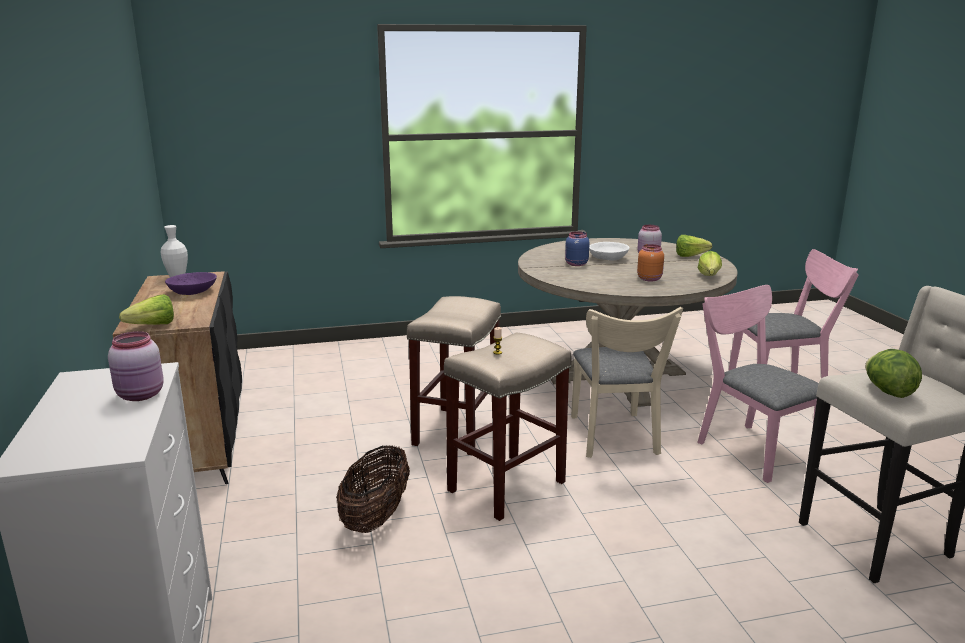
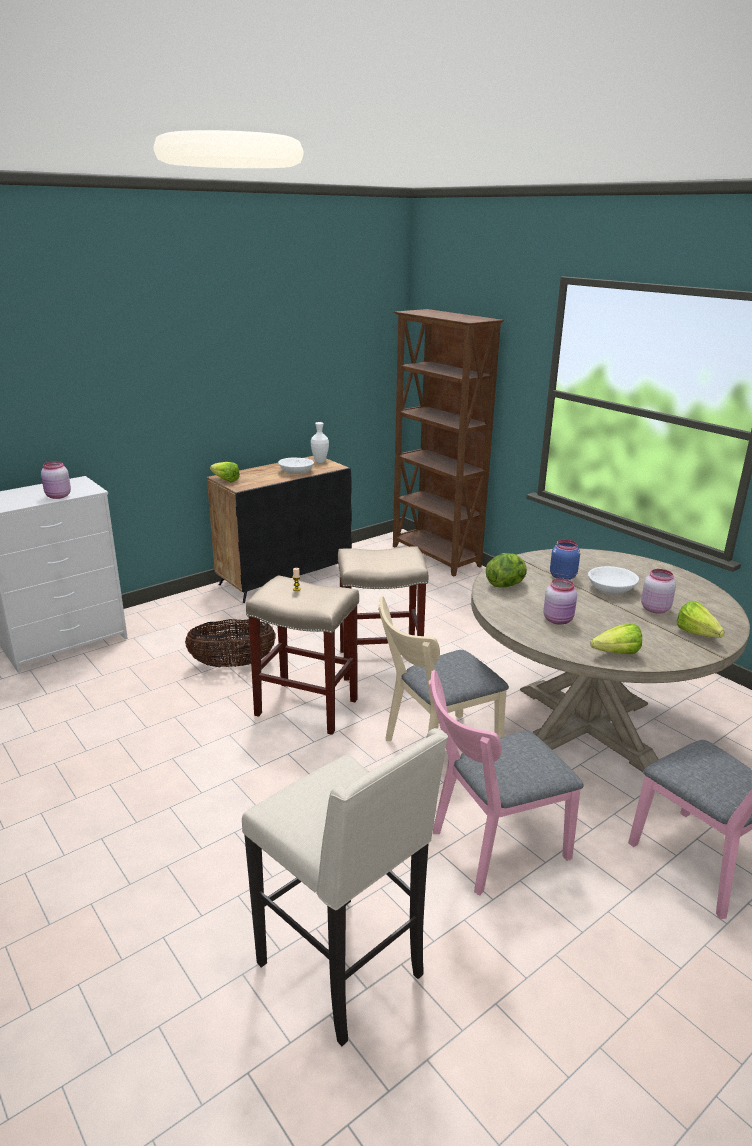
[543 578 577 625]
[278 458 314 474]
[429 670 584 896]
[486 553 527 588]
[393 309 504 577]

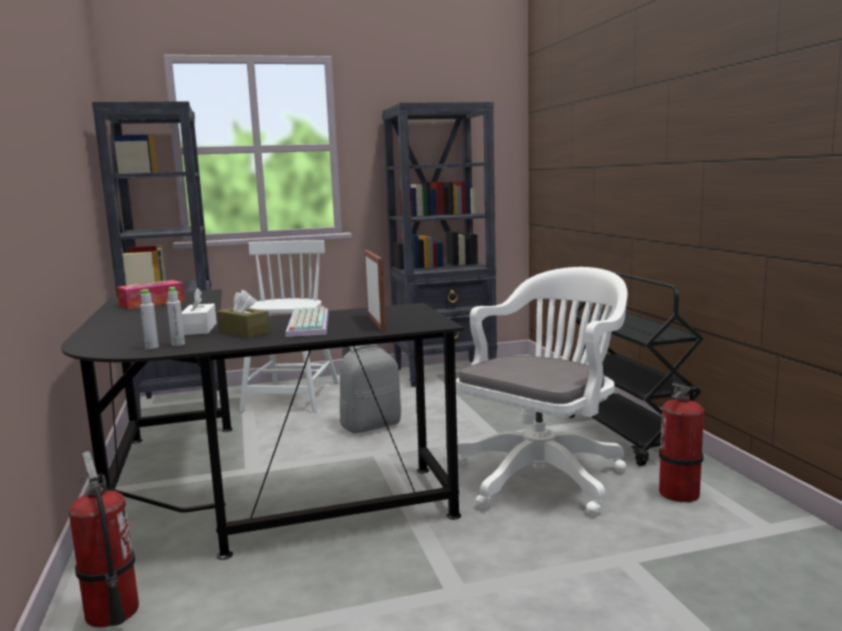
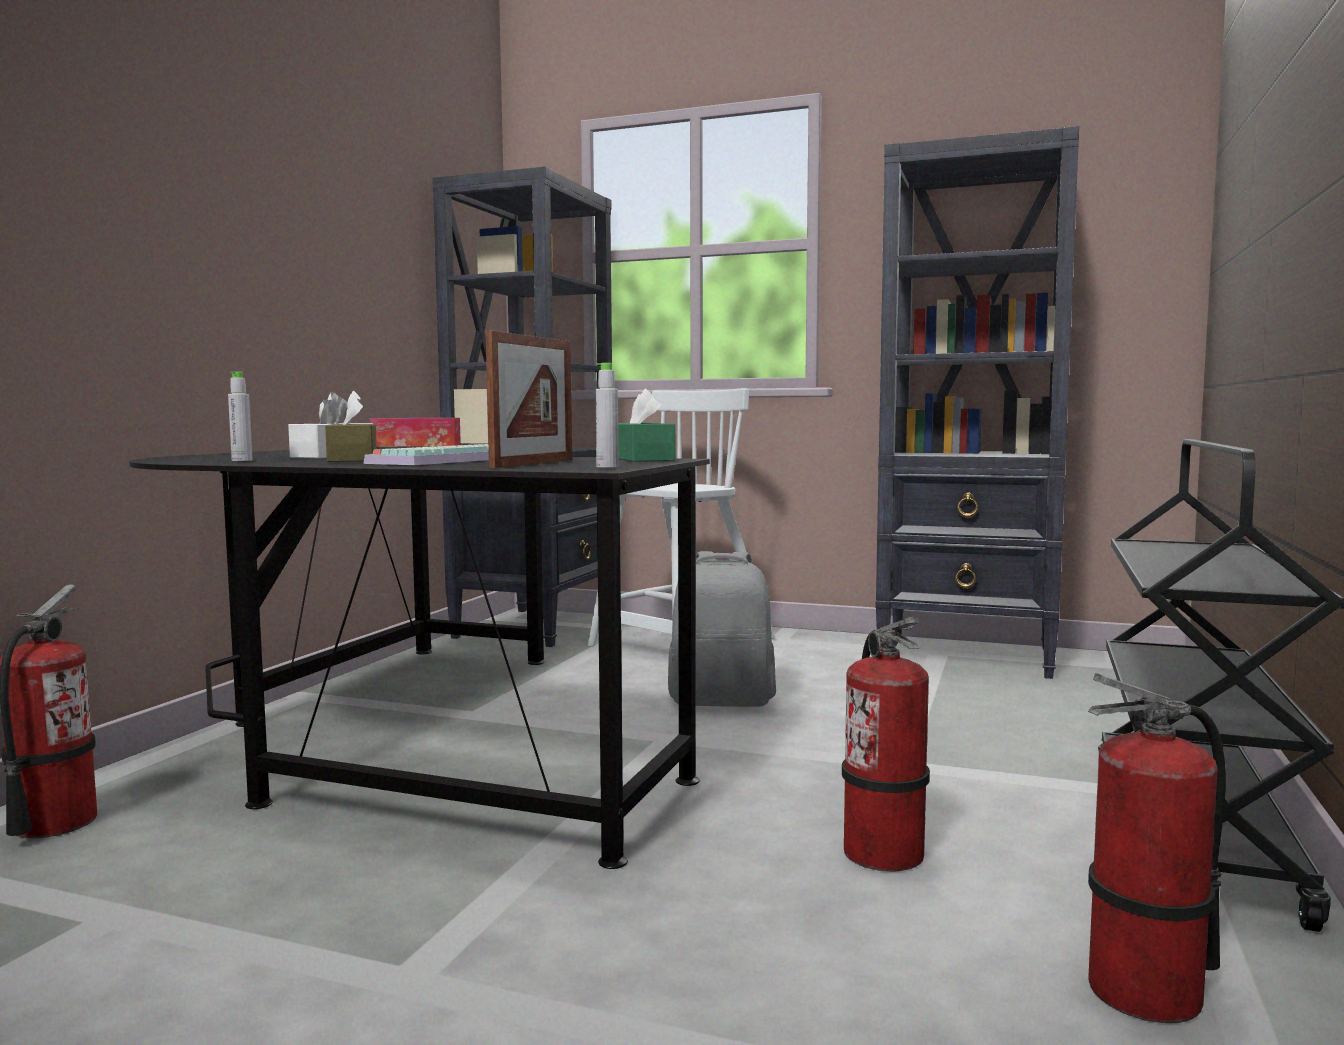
[842 617 930 872]
[595 363 619 468]
[618 389 675 462]

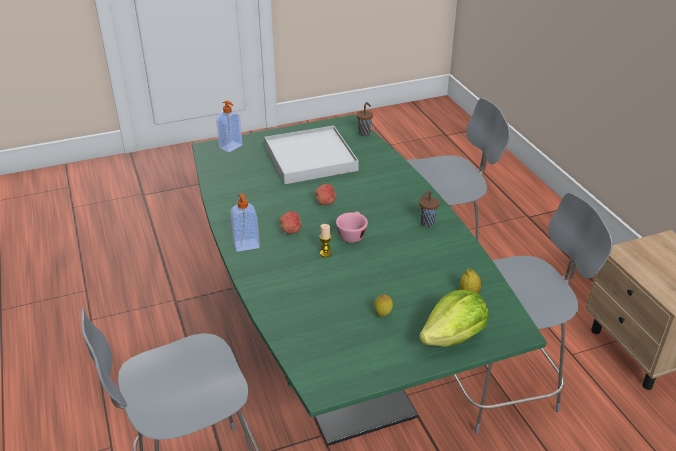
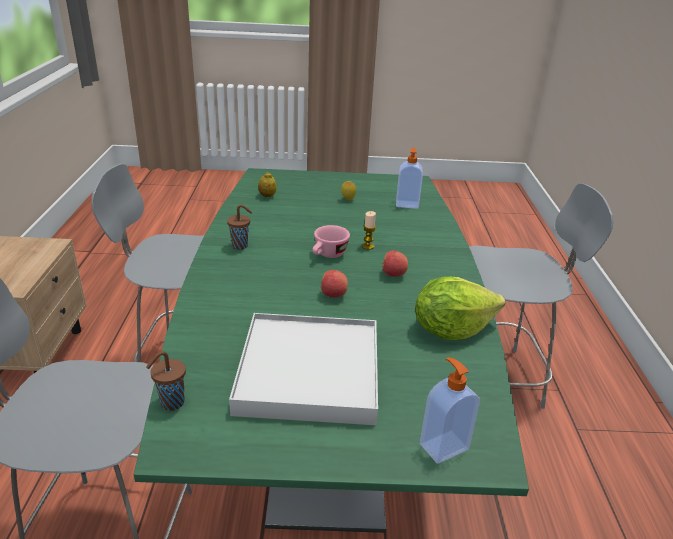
[396 148 423 209]
[415 277 505 340]

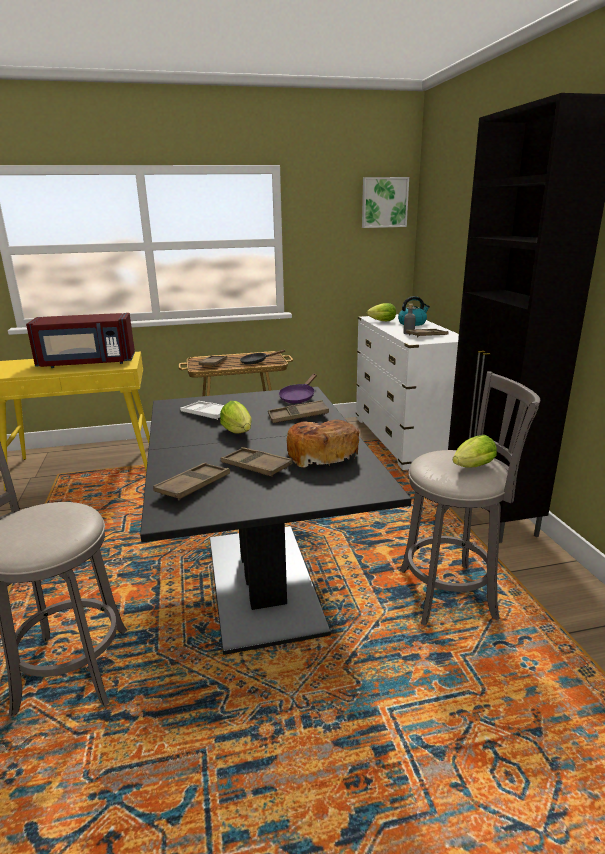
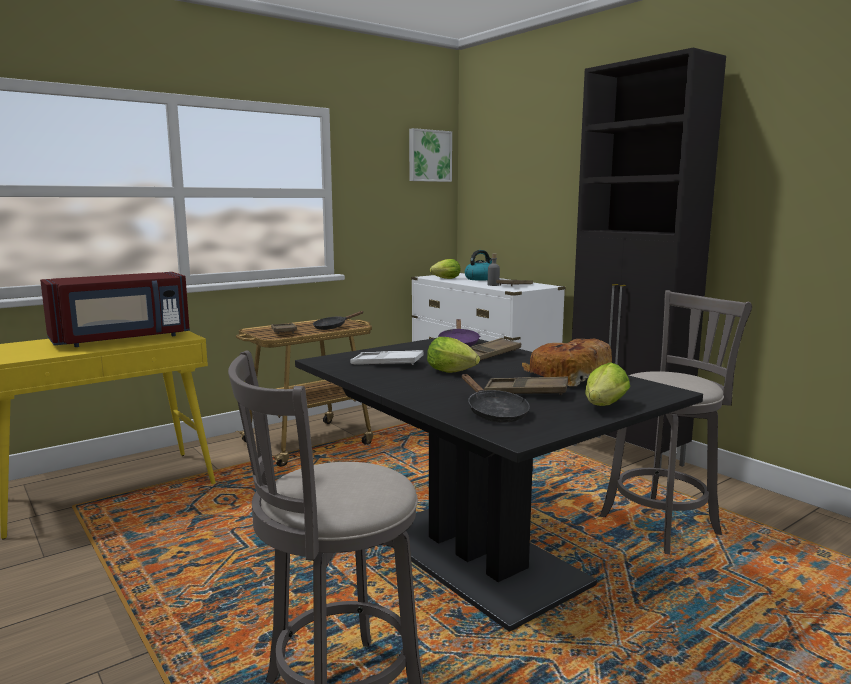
[585 362 630 406]
[462 374 530 423]

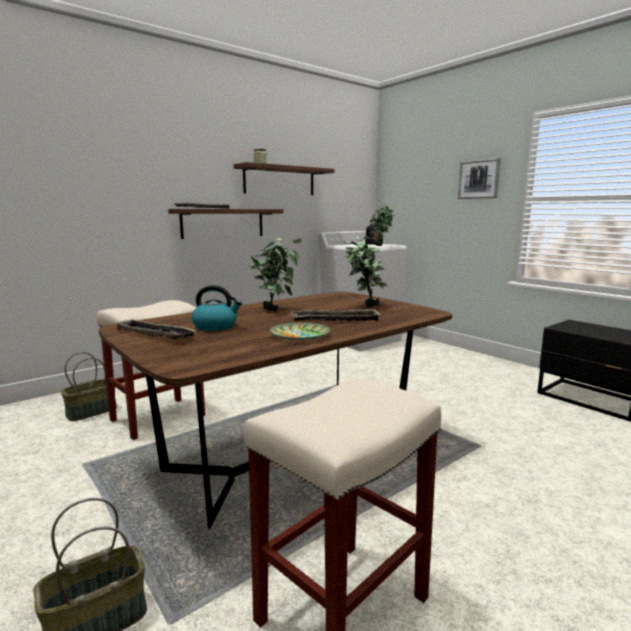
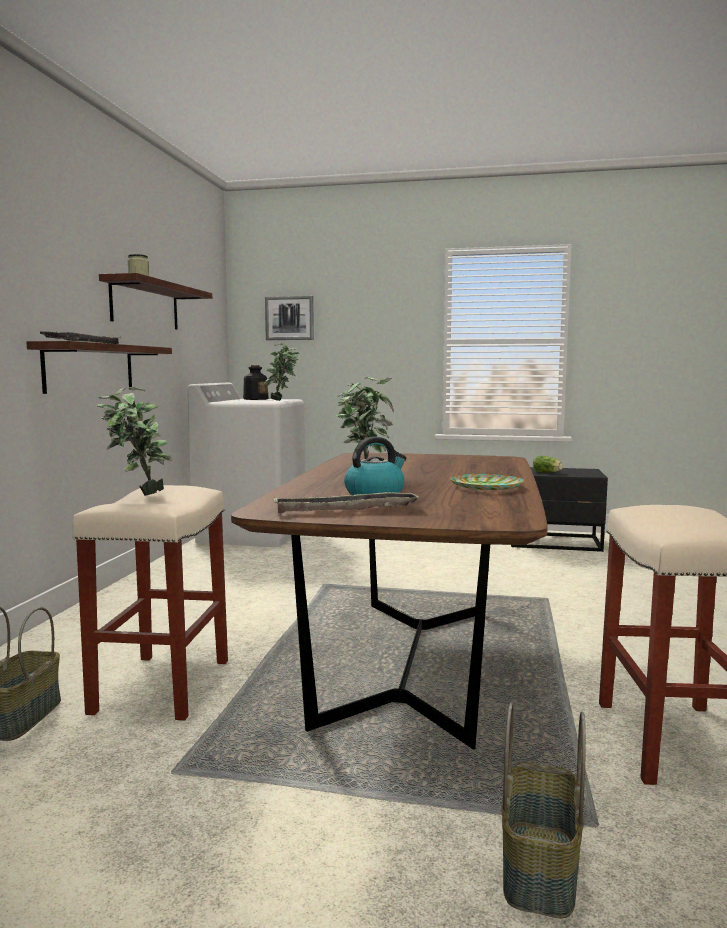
[265 296 314 340]
[97 387 173 495]
[292 309 381 321] (first image)
[533 456 563 473]

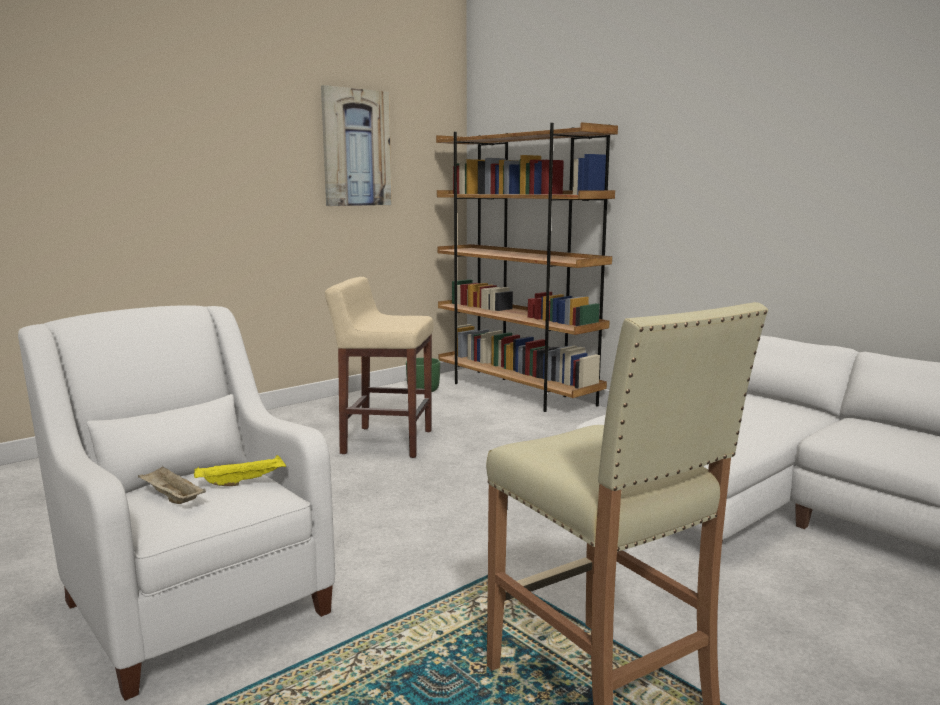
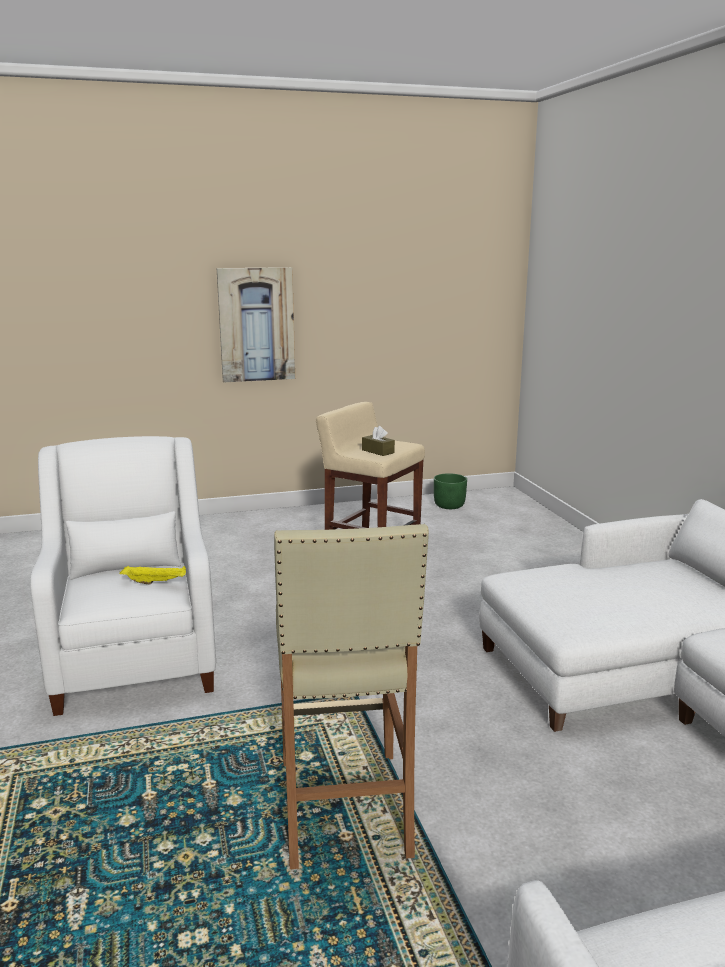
[217 267 295 383]
[436 122 618 412] (first image)
[138 466 206 504] (first image)
[362 426 395 456]

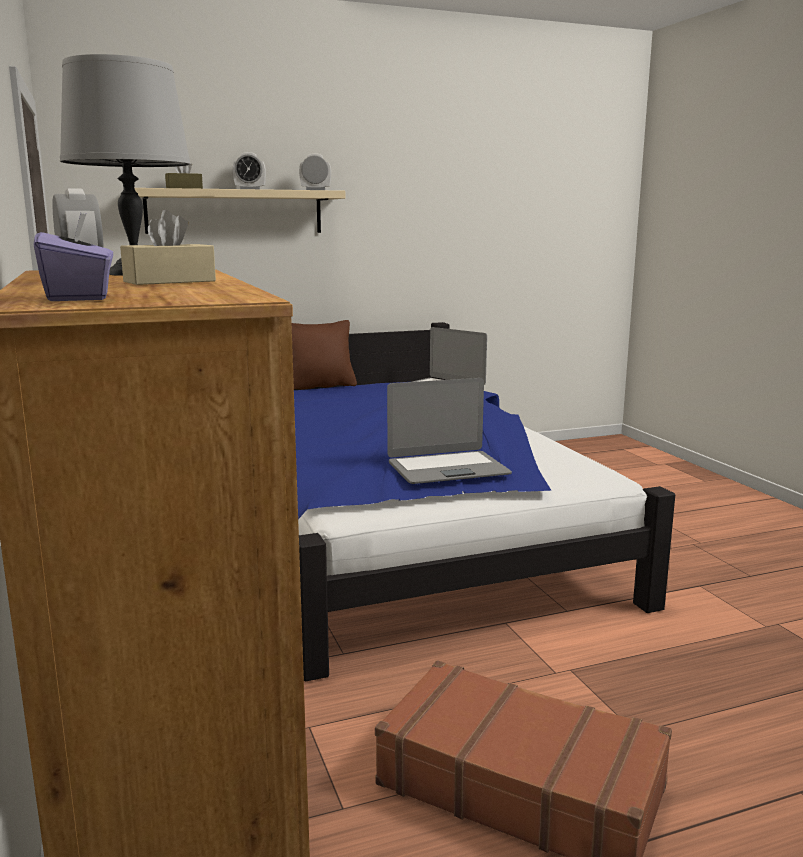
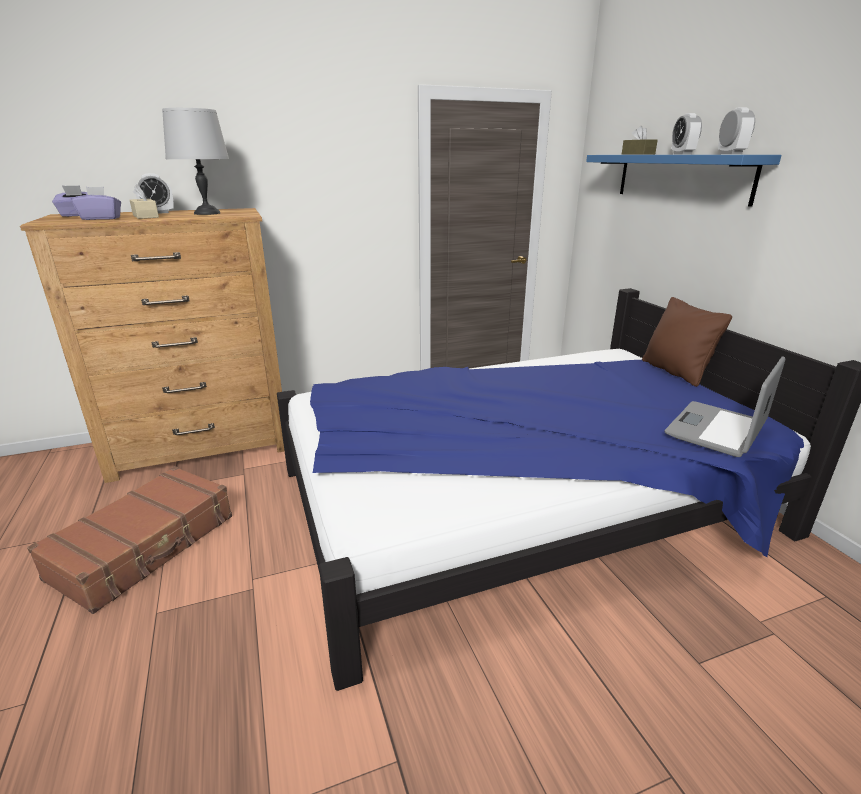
[586 155 782 207]
[387 378 512 484] (first image)
[71 186 121 220]

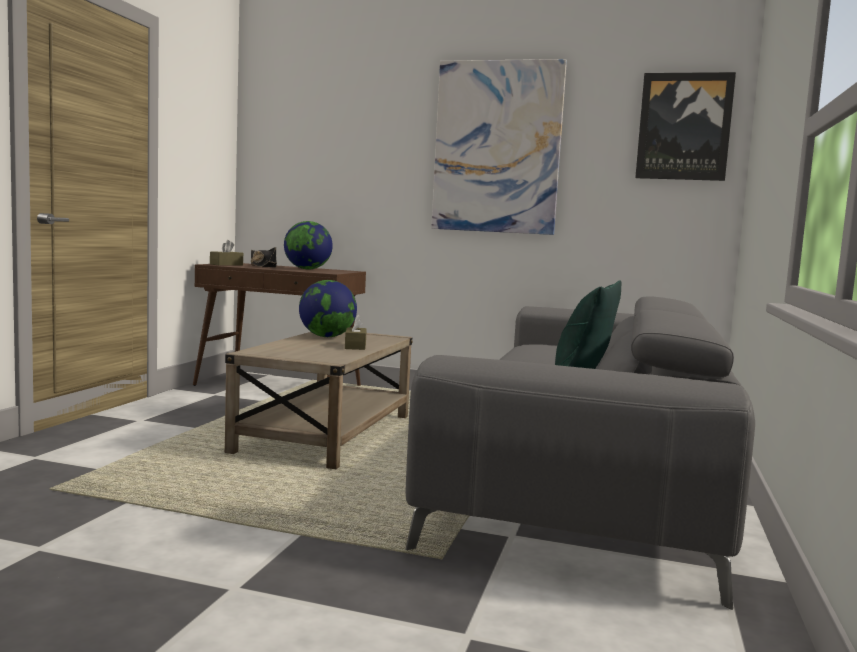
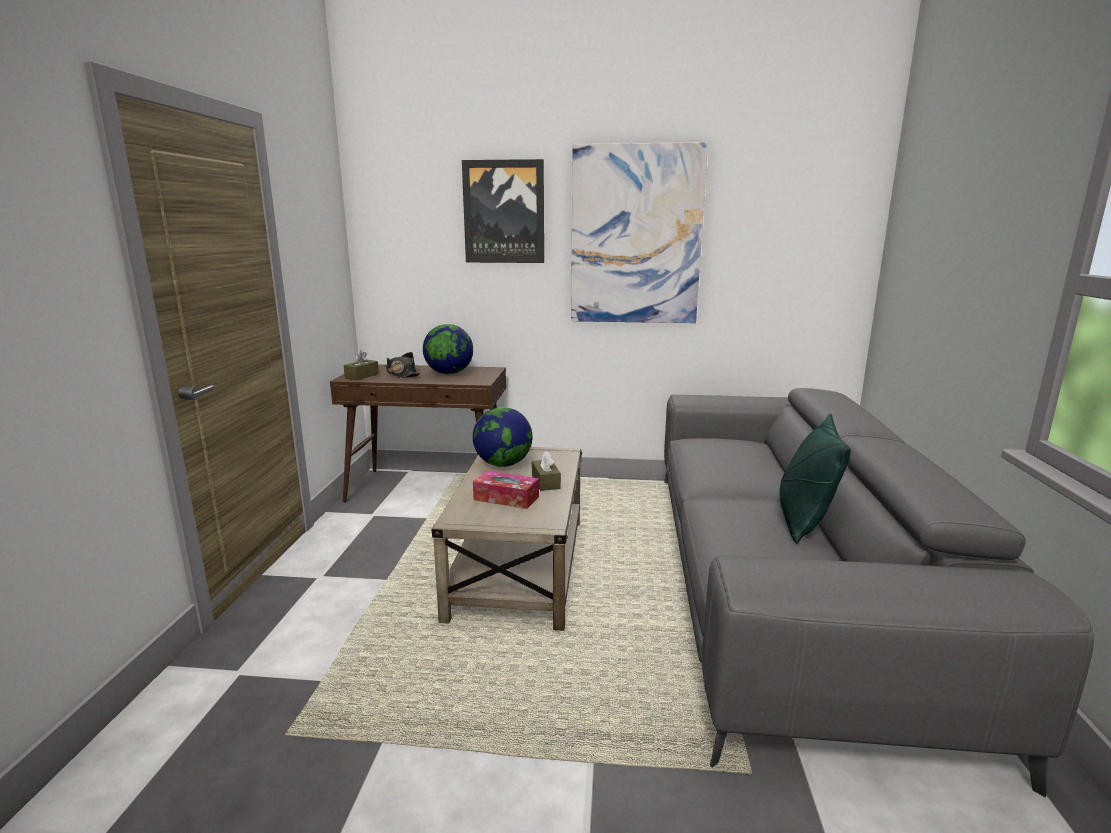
[462 159 544 263]
[473 471 539 509]

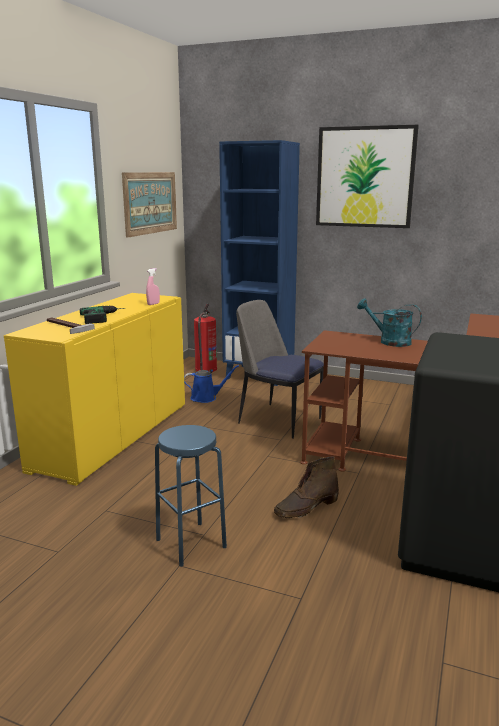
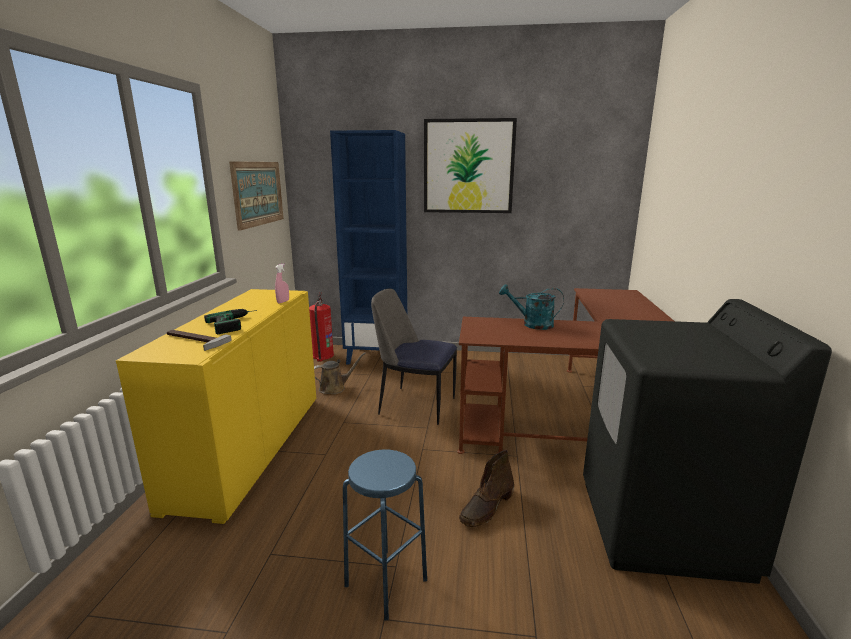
[314 352 366 394]

